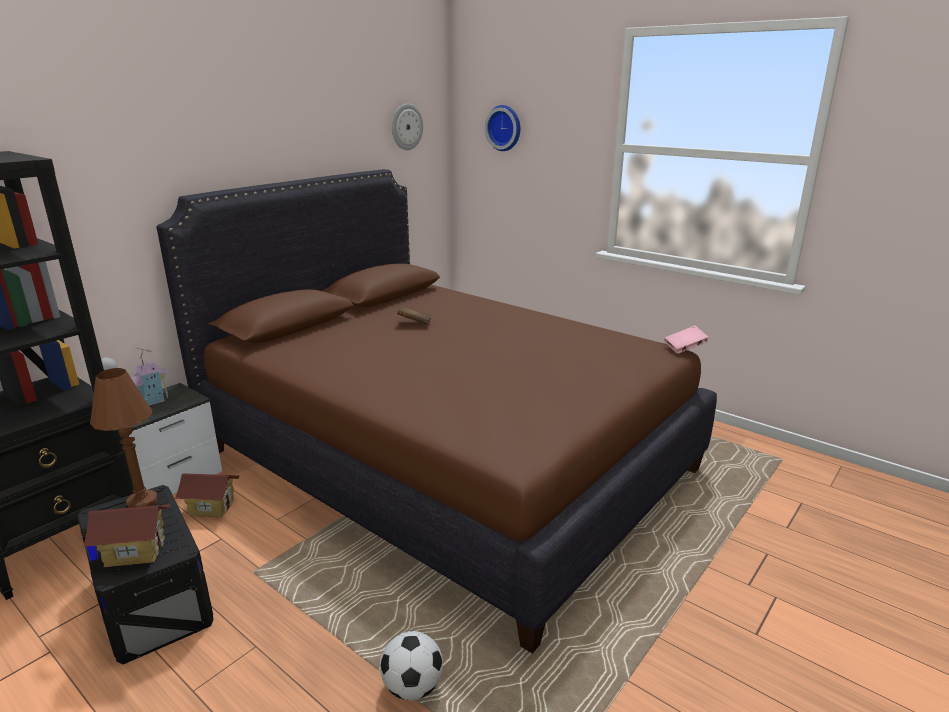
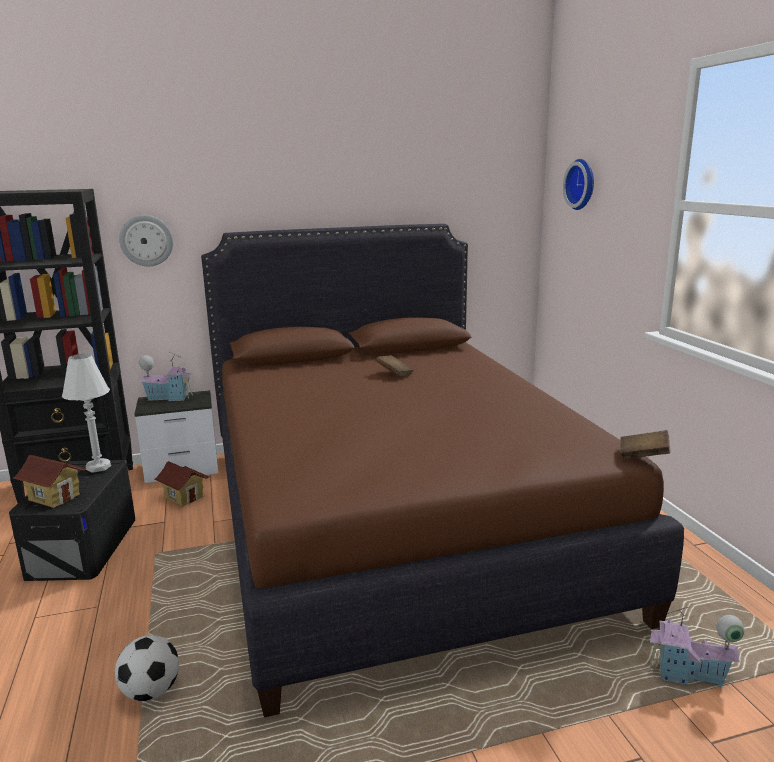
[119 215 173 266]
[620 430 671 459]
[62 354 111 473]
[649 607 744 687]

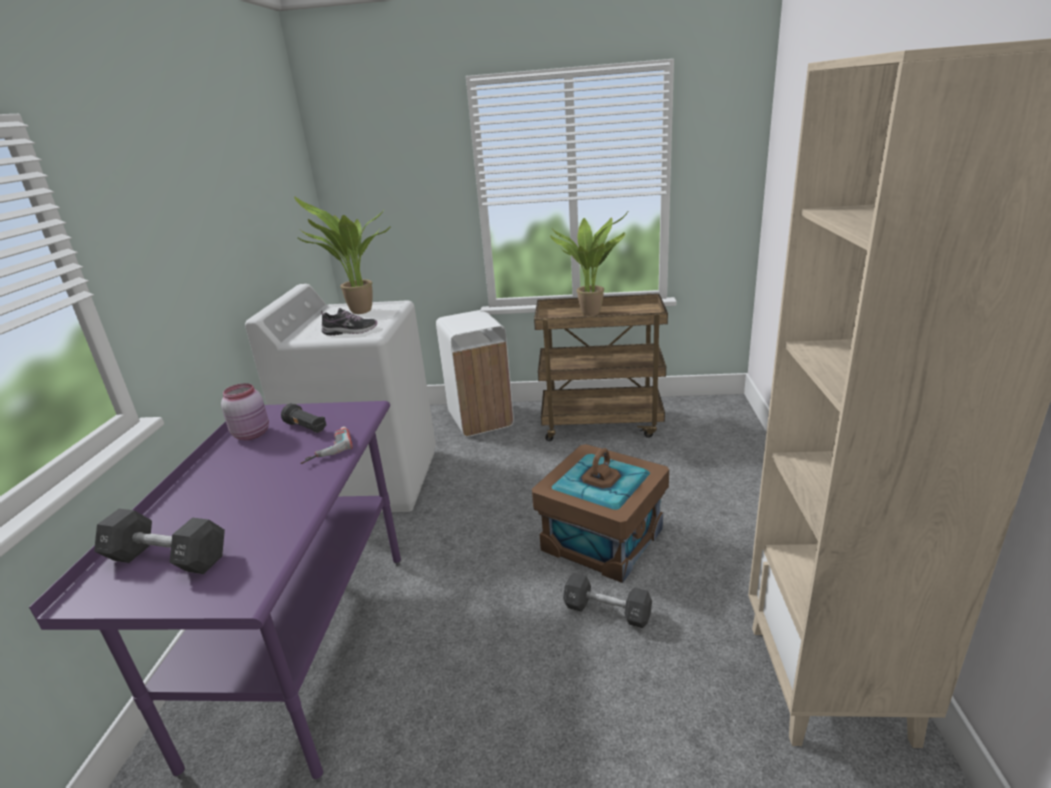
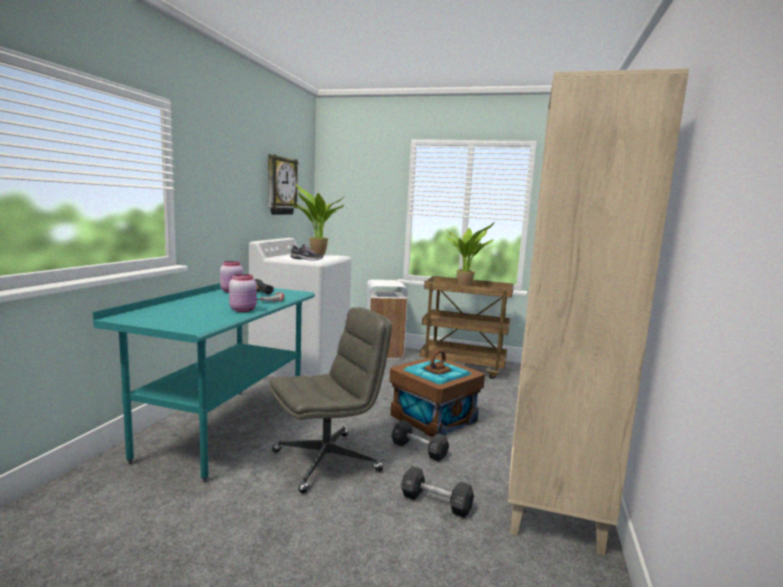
[93 283 315 482]
[401 466 474 518]
[268 154 299 215]
[229 274 257 312]
[269 307 392 493]

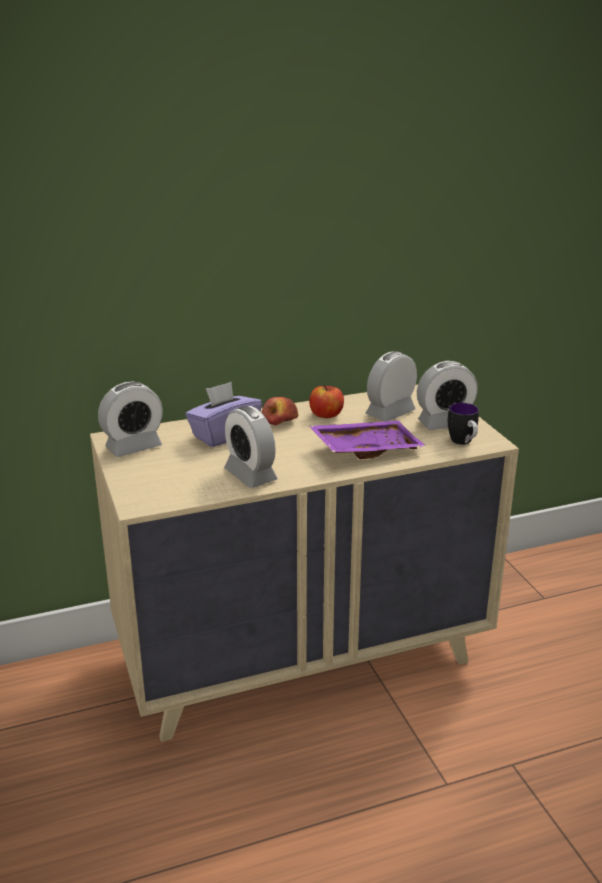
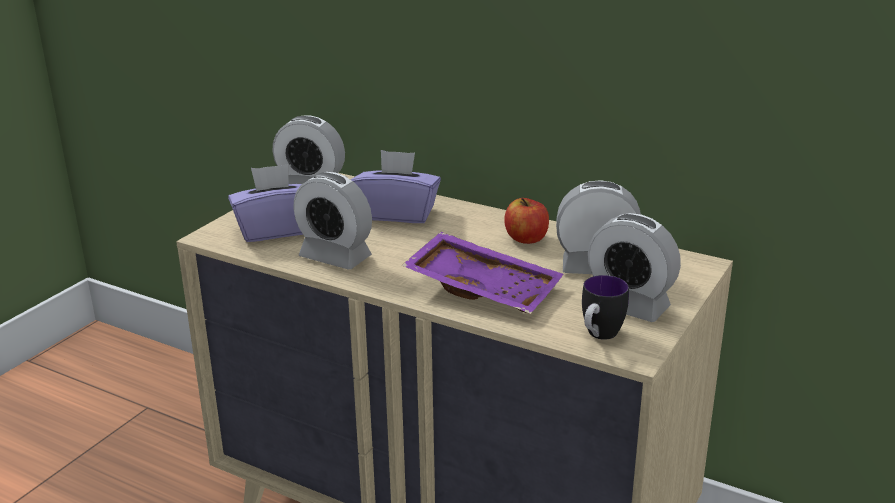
[262 397 298 426] (first image)
[294 172 372 270]
[228 164 303 242]

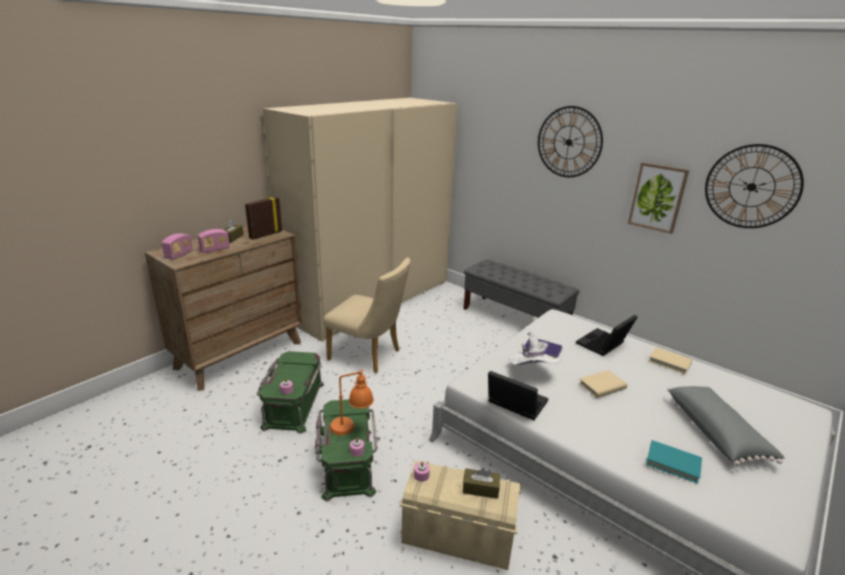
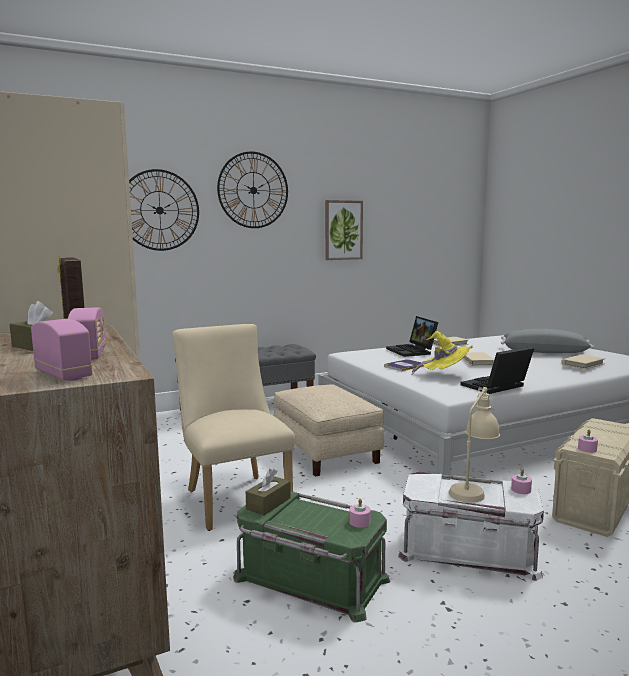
[129 169 199 251]
[172 324 295 531]
[412 331 473 375]
[449 387 500 503]
[398 472 544 581]
[561 354 605 369]
[246 469 291 515]
[274 384 384 477]

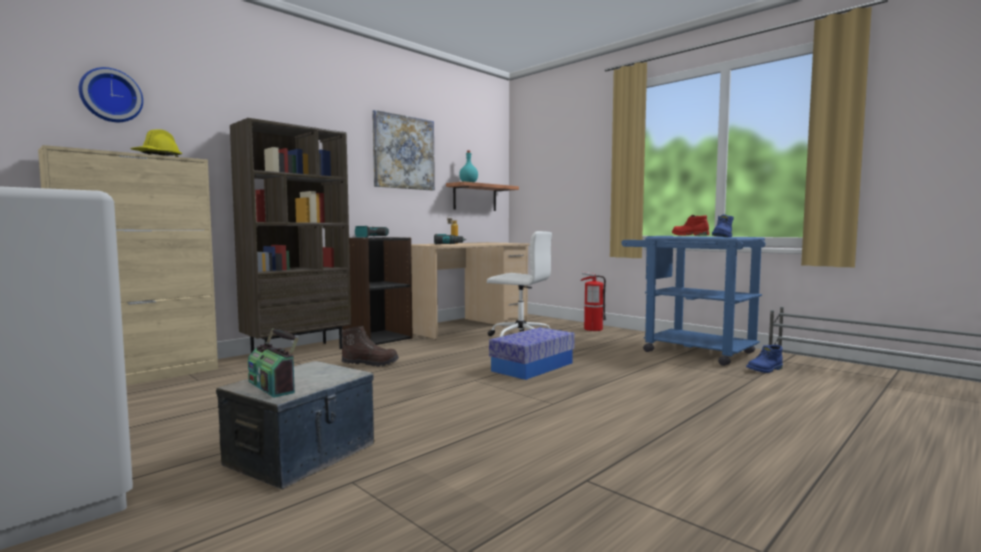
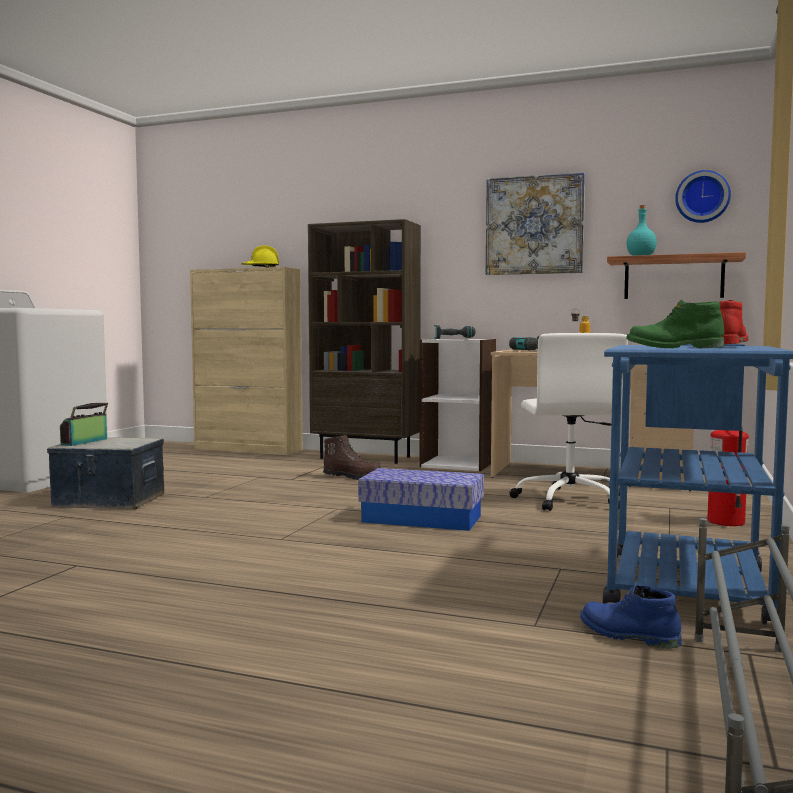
[675 170 731 223]
[626 299 724 348]
[419 339 496 471]
[323 434 381 480]

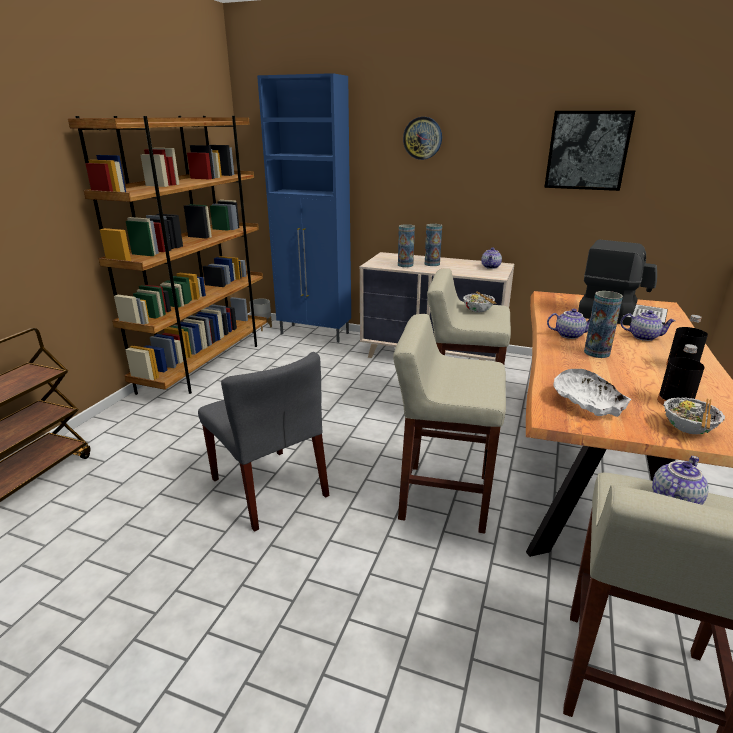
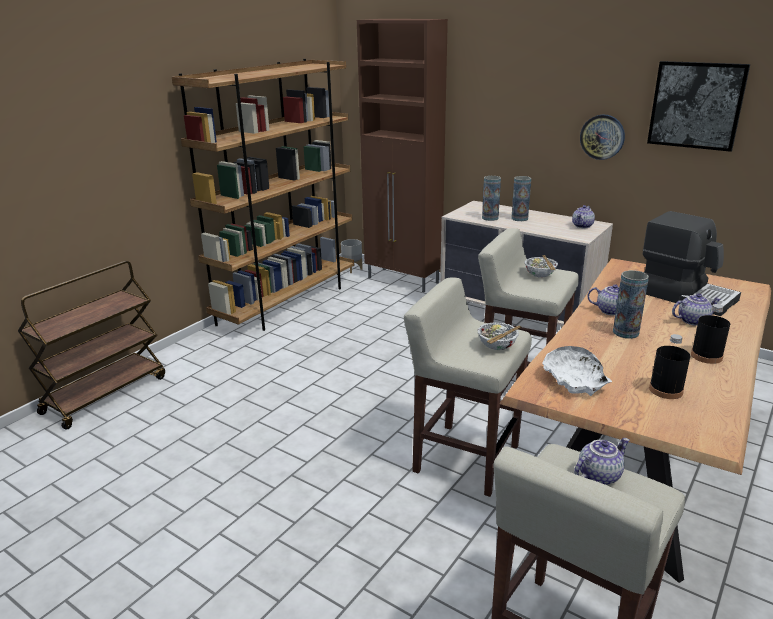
[357 19 448 292]
[580 115 625 160]
[672 293 721 326]
[198 352 329 532] (first image)
[477 323 522 350]

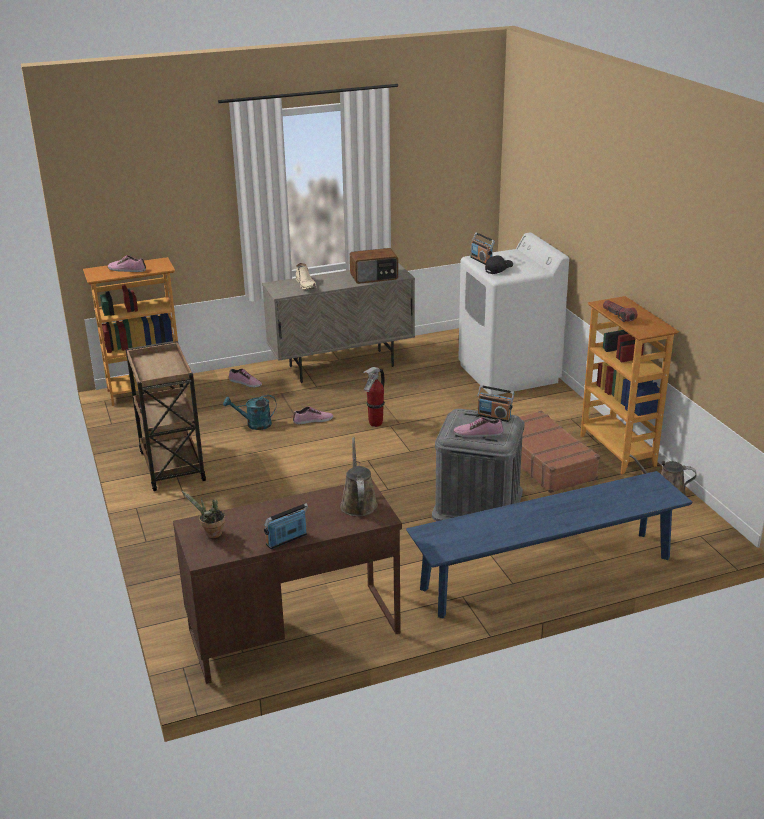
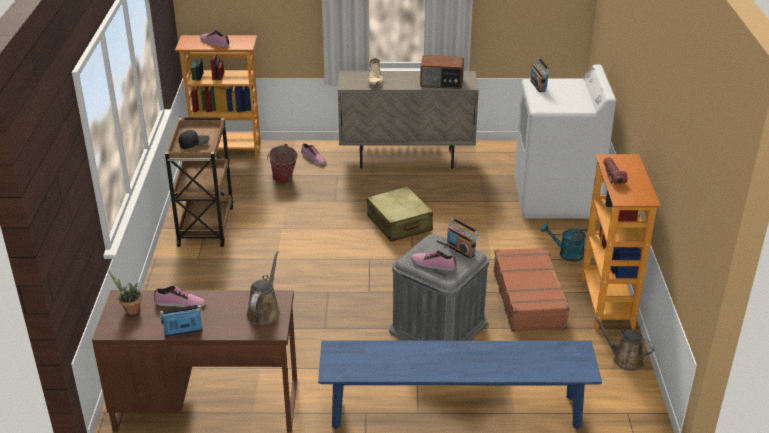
[178 130 210 149]
[367 186 433 242]
[540 223 588 262]
[154 286 205 307]
[267 144 298 183]

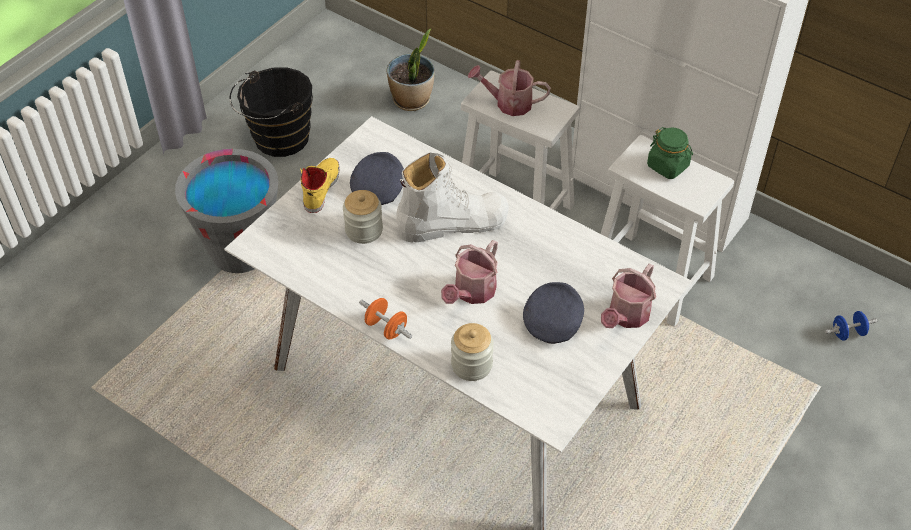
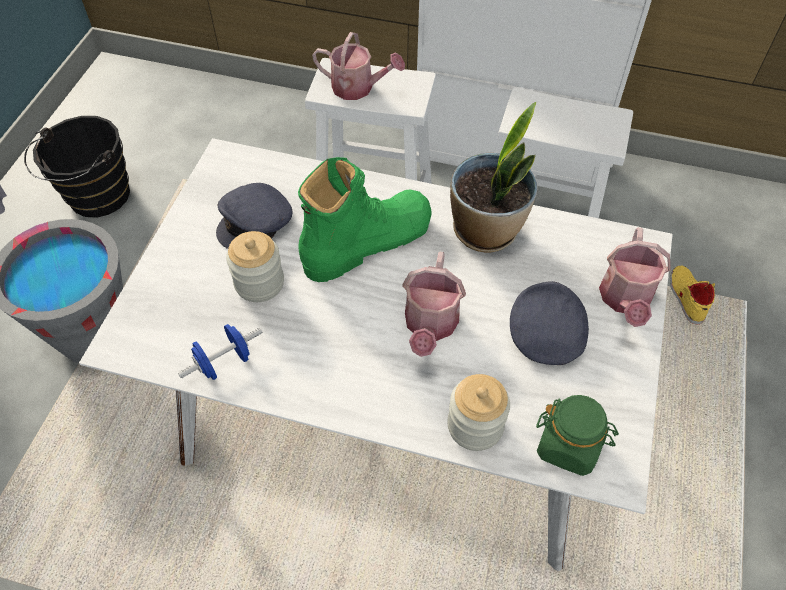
[450 102 537 253]
[312 32 405 100]
[536 395 619 476]
[216 183 293 249]
[298 157 432 282]
[670 265 715 324]
[359 298 412 339] (first image)
[178 324 263 380]

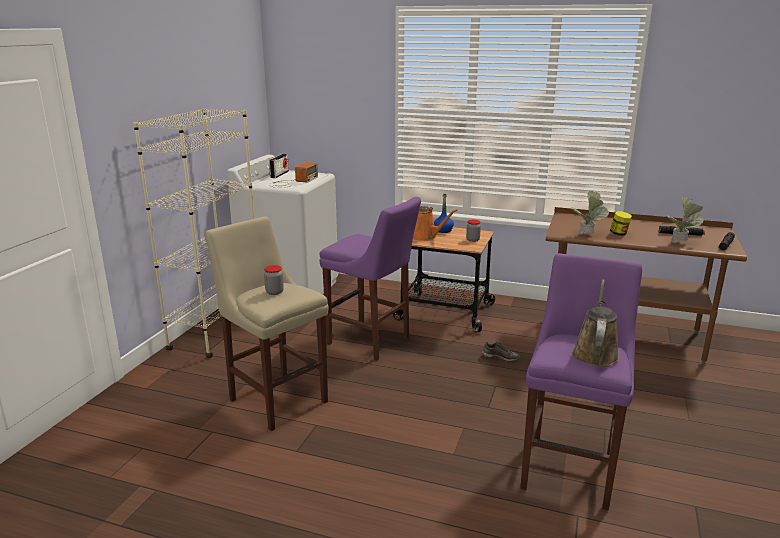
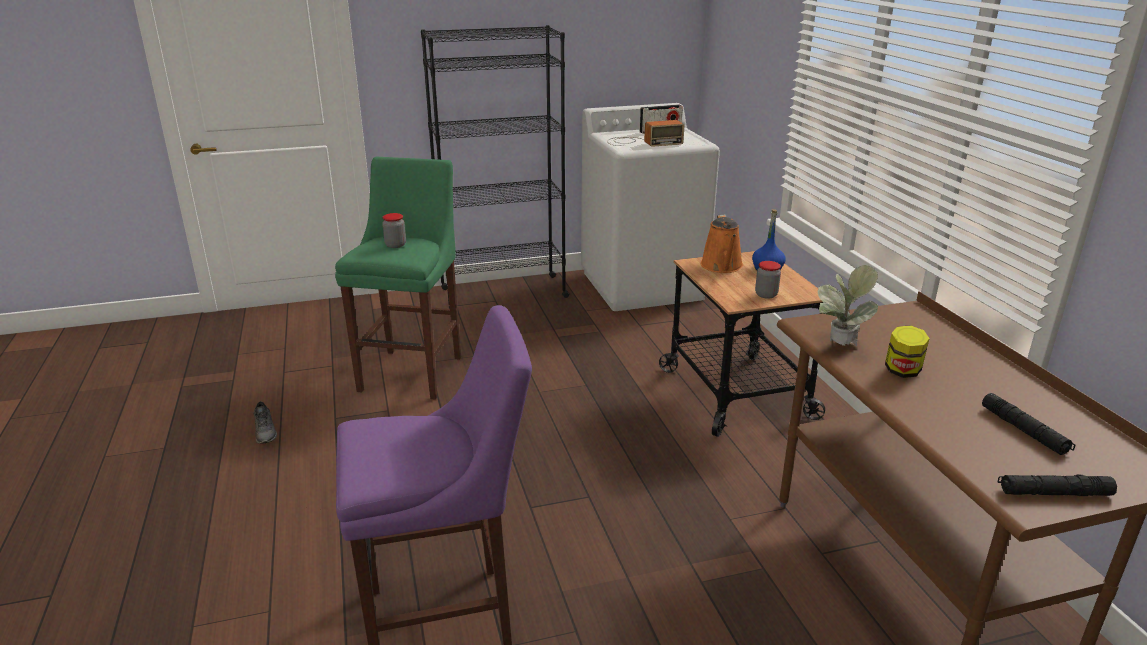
[421 25 570 309]
[319 197 421 361] (first image)
[666 197 704 243] (first image)
[335 157 461 400]
[572 279 619 367] (first image)
[253 401 277 444]

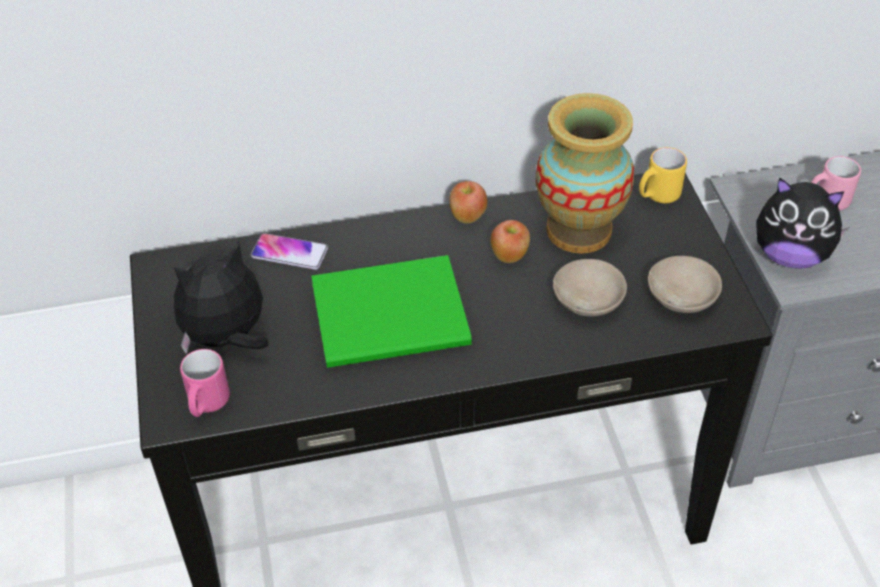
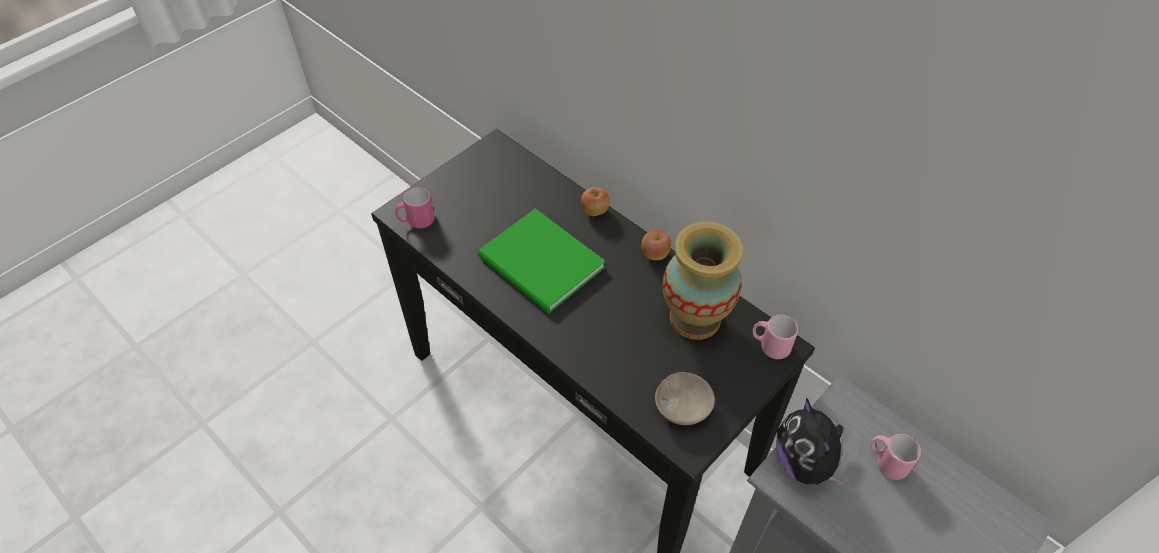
[753 315 798 359]
[581 187 610 216]
[251 233 328 270] (first image)
[173 241 269 354] (first image)
[553 259 627 316] (first image)

